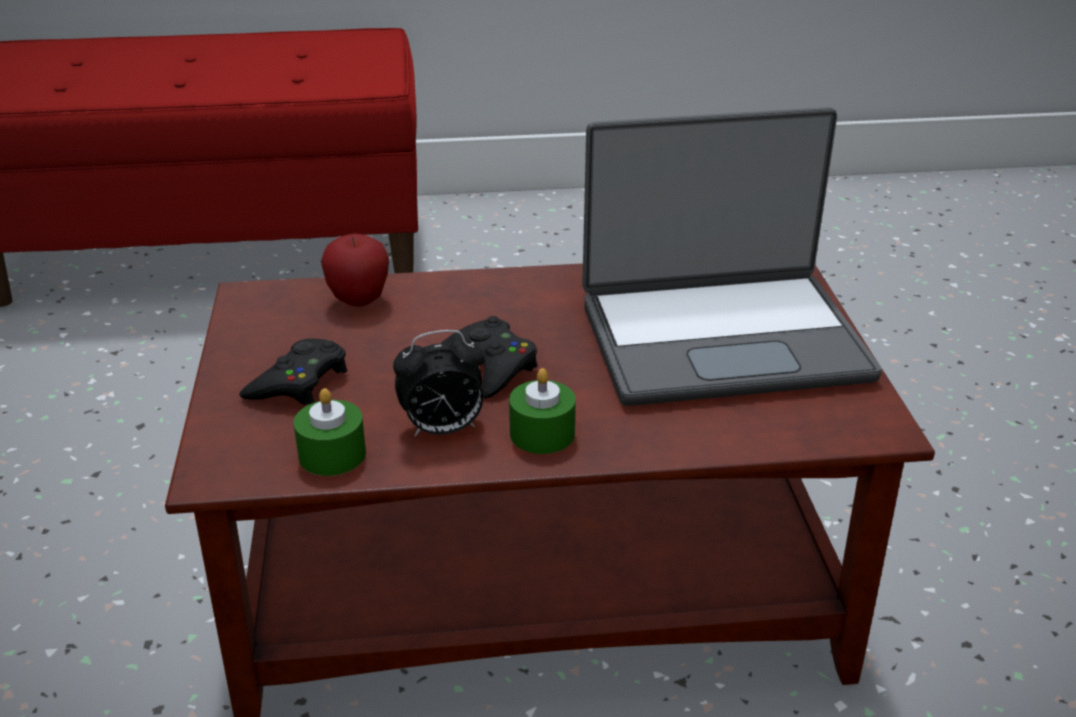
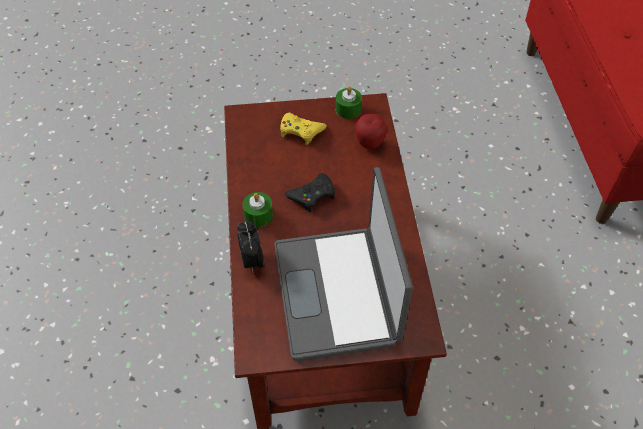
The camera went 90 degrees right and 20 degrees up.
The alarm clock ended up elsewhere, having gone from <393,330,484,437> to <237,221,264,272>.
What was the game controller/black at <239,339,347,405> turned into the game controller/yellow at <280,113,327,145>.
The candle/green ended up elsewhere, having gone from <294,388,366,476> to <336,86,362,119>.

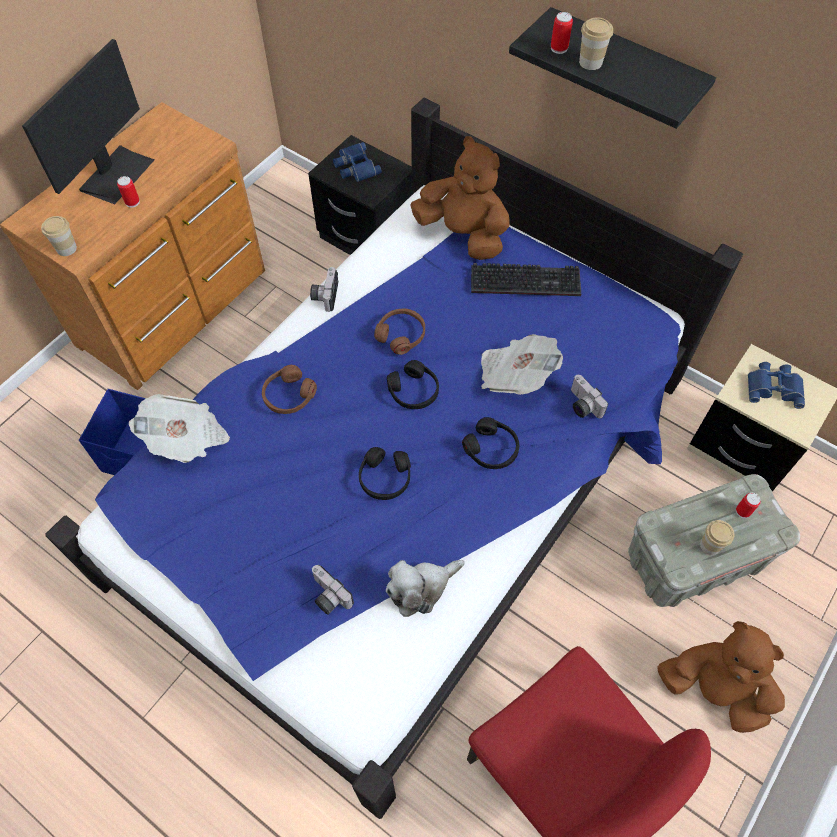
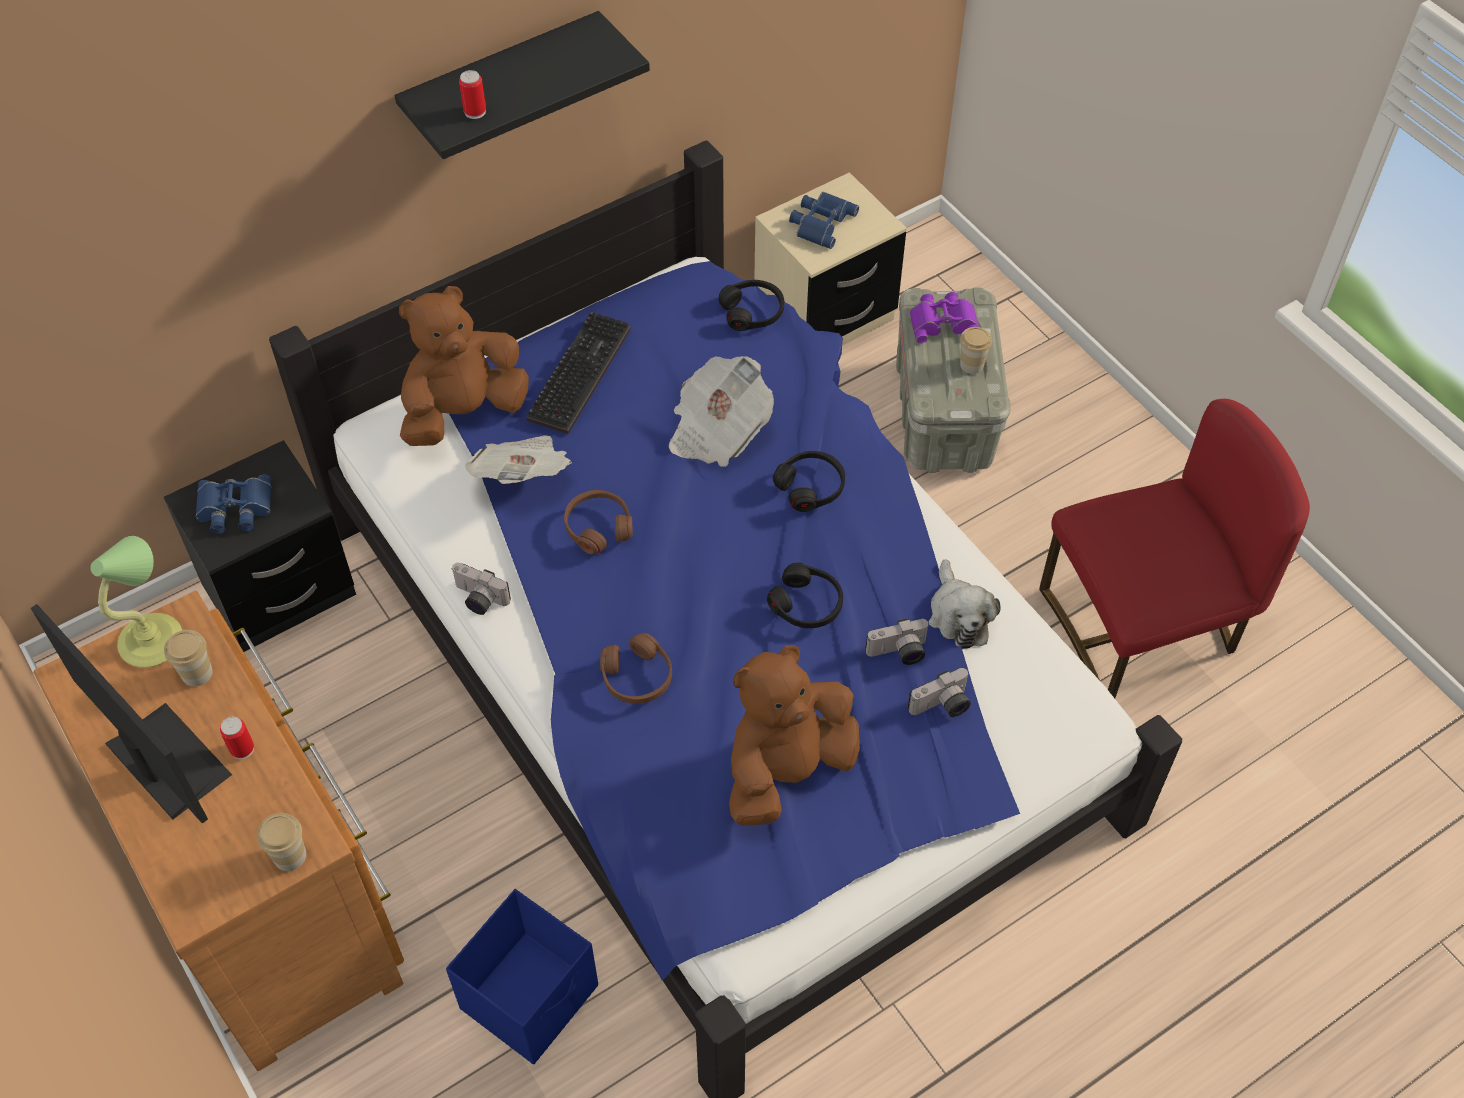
The camera went 70 degrees left and 5 degrees down.
The cup ended up elsewhere, having gone from <579,17,613,70> to <164,630,213,686>.
The headphones/black ended up elsewhere, having gone from <387,360,439,409> to <719,280,784,331>.
The photo camera ended up elsewhere, having gone from <571,375,608,418> to <866,618,930,665>.
The newspaper ended up elsewhere, having gone from <129,394,230,463> to <465,435,572,484>.
Where the can stood at <736,493,761,518>, the binoculars/purple came to stand at <909,292,979,343>.
The plush toy/brown ended up elsewhere, having gone from <657,621,785,733> to <729,645,860,826>.
The second view gained the table lamp at <91,536,182,668>.

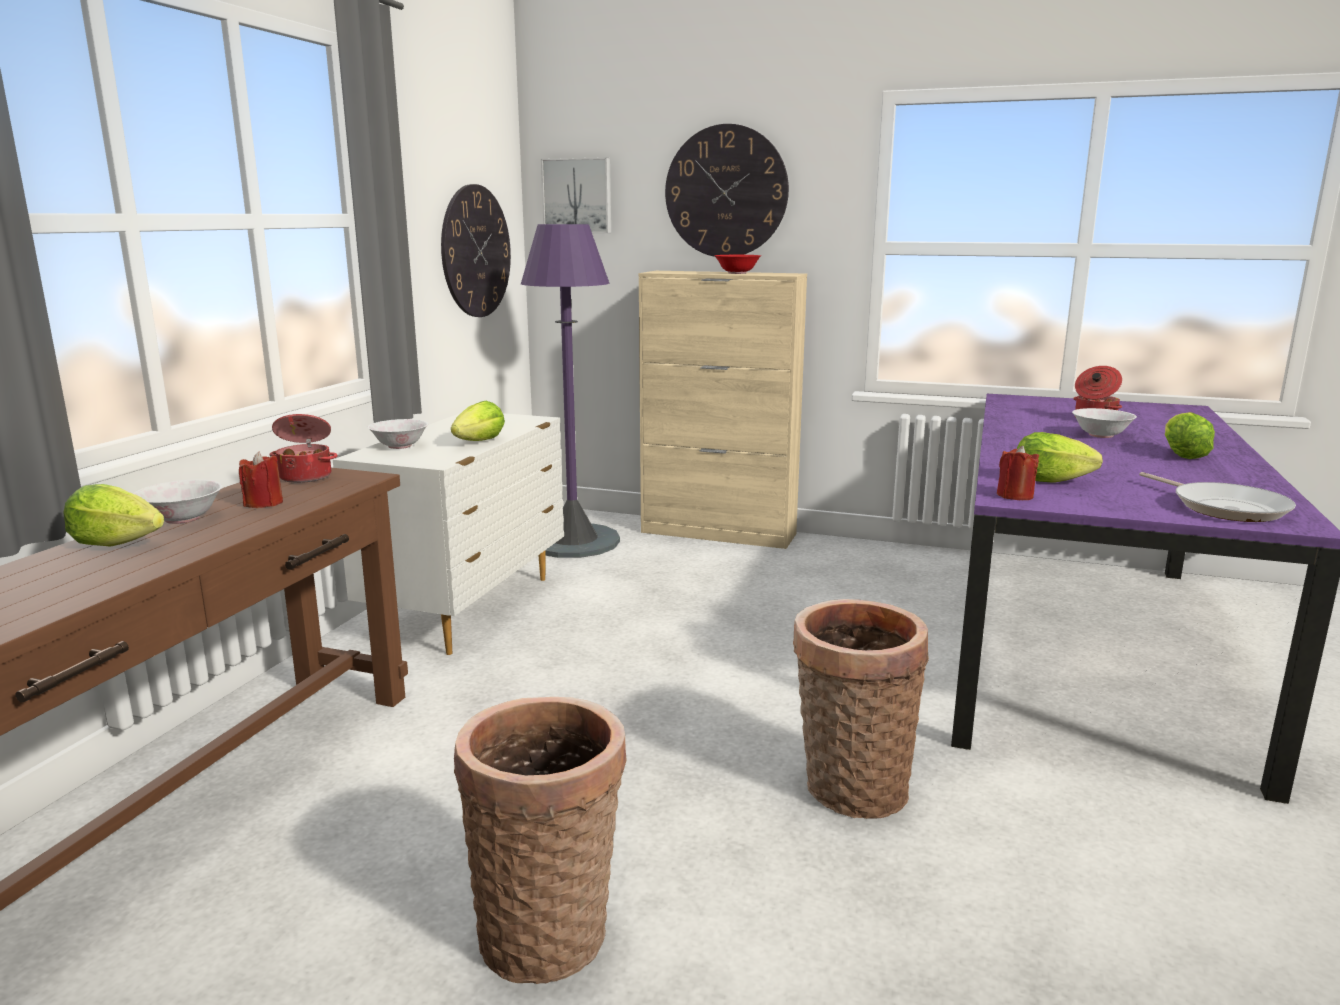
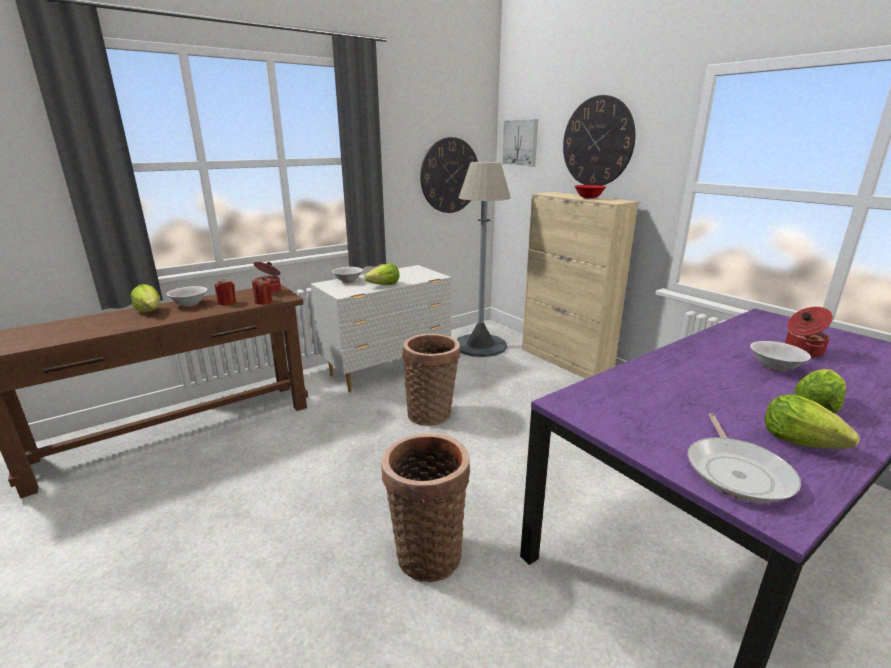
The camera went 35 degrees right and 5 degrees up.
What was the floor lamp/purple at <521,224,620,558> turned into the floor lamp/grey at <457,162,511,357>.
The lettuce ended up elsewhere, having gone from <1017,432,1103,483> to <764,394,860,449>.
The candle/red ended up elsewhere, having gone from <997,446,1039,500> to <252,278,273,304>.
The basket ended up elsewhere, having gone from <454,697,627,984> to <402,334,460,426>.

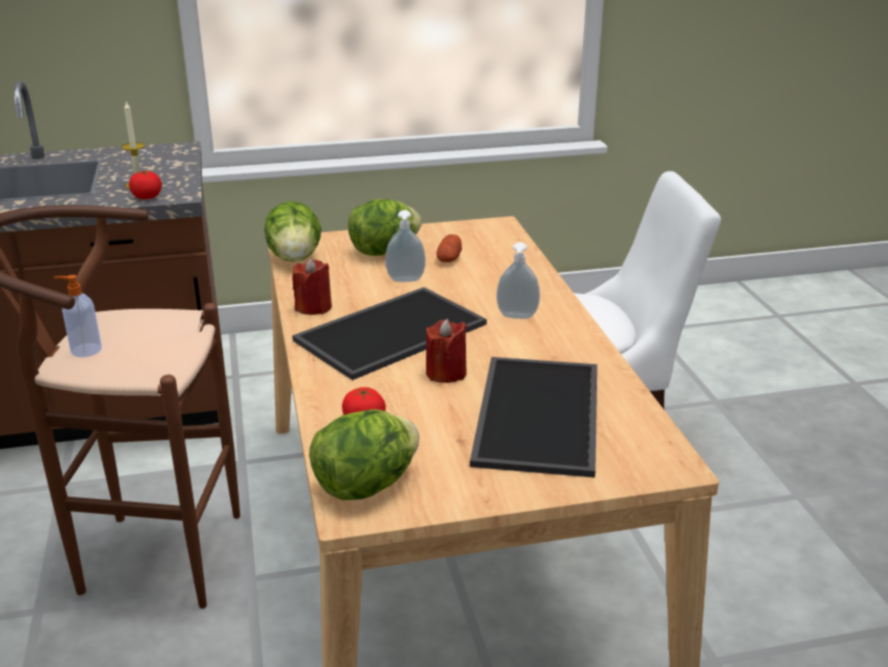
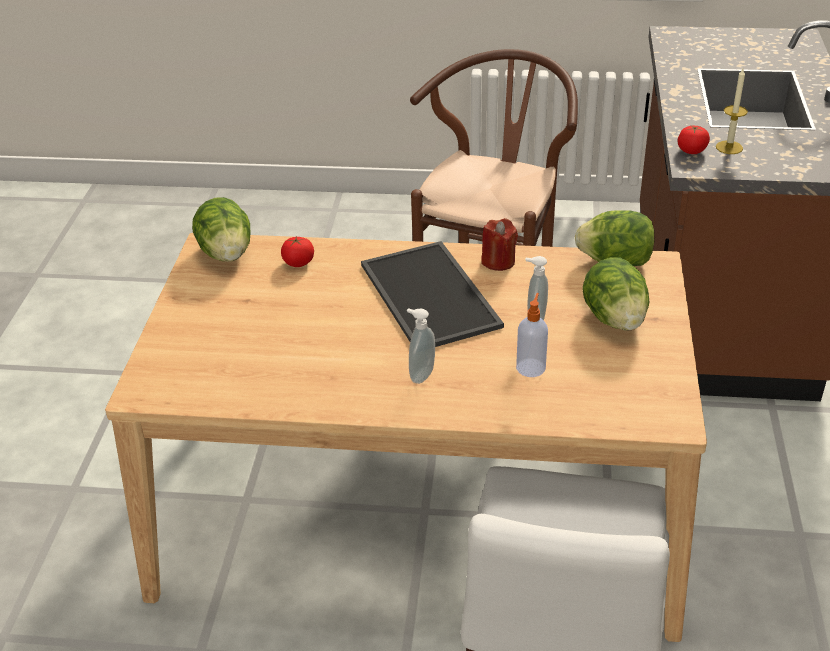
The camera went 110 degrees right and 10 degrees up.
The second view lost the potato at <437,234,462,262>.
The soap dispenser ended up elsewhere, having gone from <53,275,102,357> to <516,293,548,377>.
The second view lost the candle/red at <426,319,467,383>.
The second view lost the tray at <470,357,597,478>.

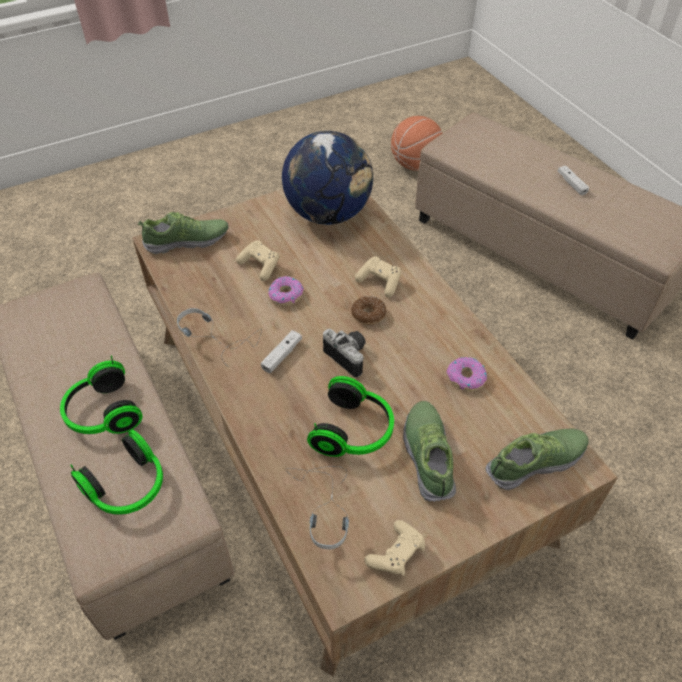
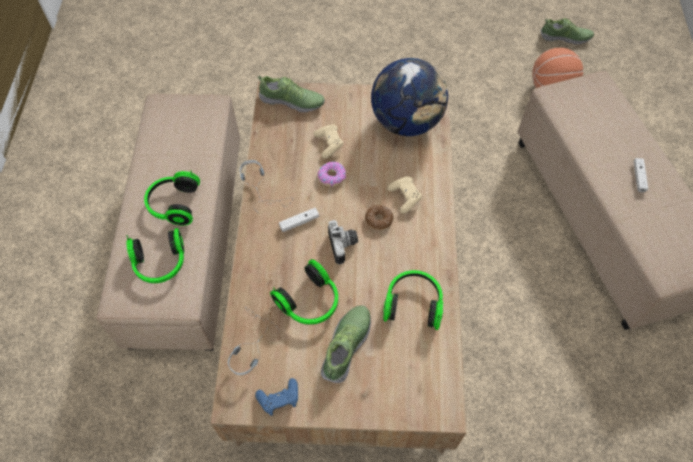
The camera went 30 degrees right and 10 degrees up.
Where the donut stood at <446,357,487,391>, the headphones came to stand at <383,270,443,330>.
The shoe ended up elsewhere, having gone from <485,429,589,490> to <540,18,594,45>.
What was the game controller/beige at <364,520,425,576> turned into the game controller/blue at <255,378,298,416>.

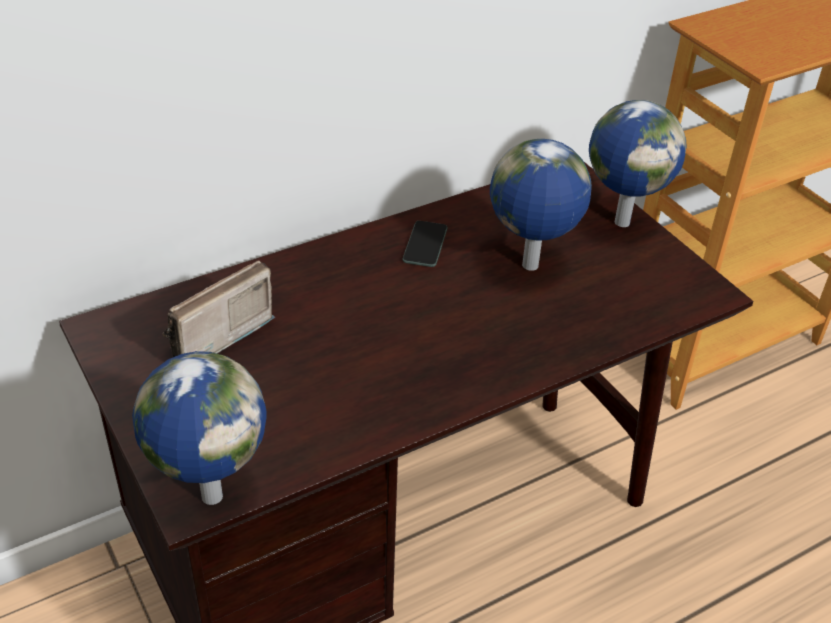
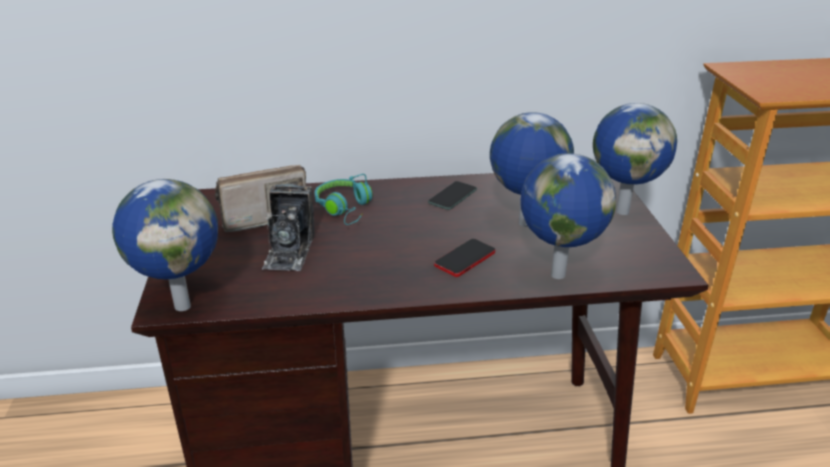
The camera went 25 degrees right and 10 degrees down.
The second view gained the globe at <520,153,616,279>.
The second view gained the headphones/turquoise at <315,174,372,225>.
The second view gained the photo camera at <262,184,315,271>.
The second view gained the phone at <434,239,495,277>.

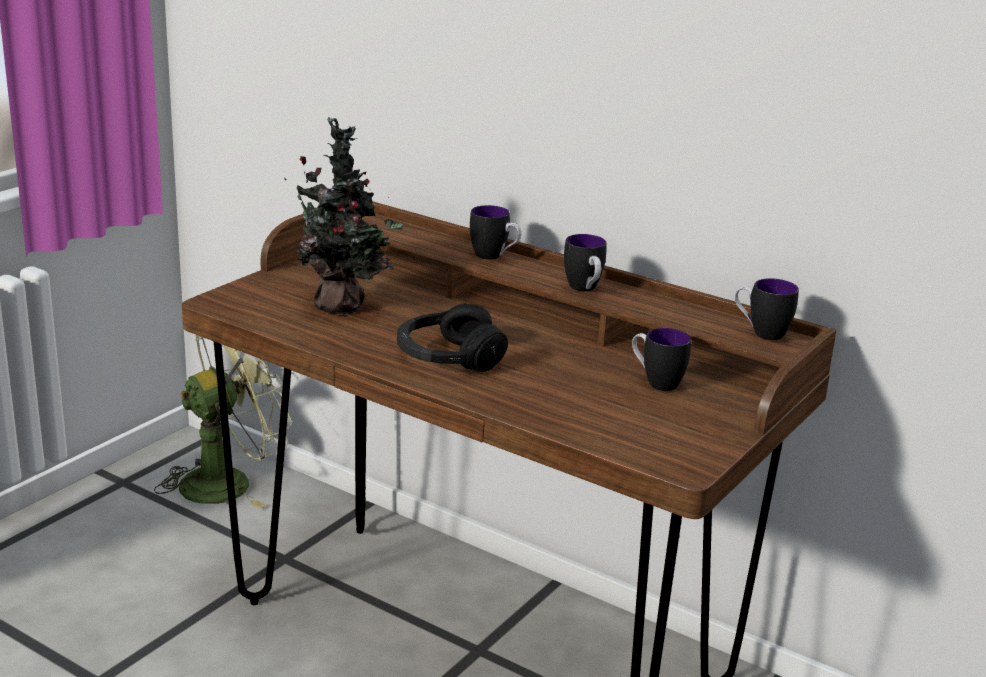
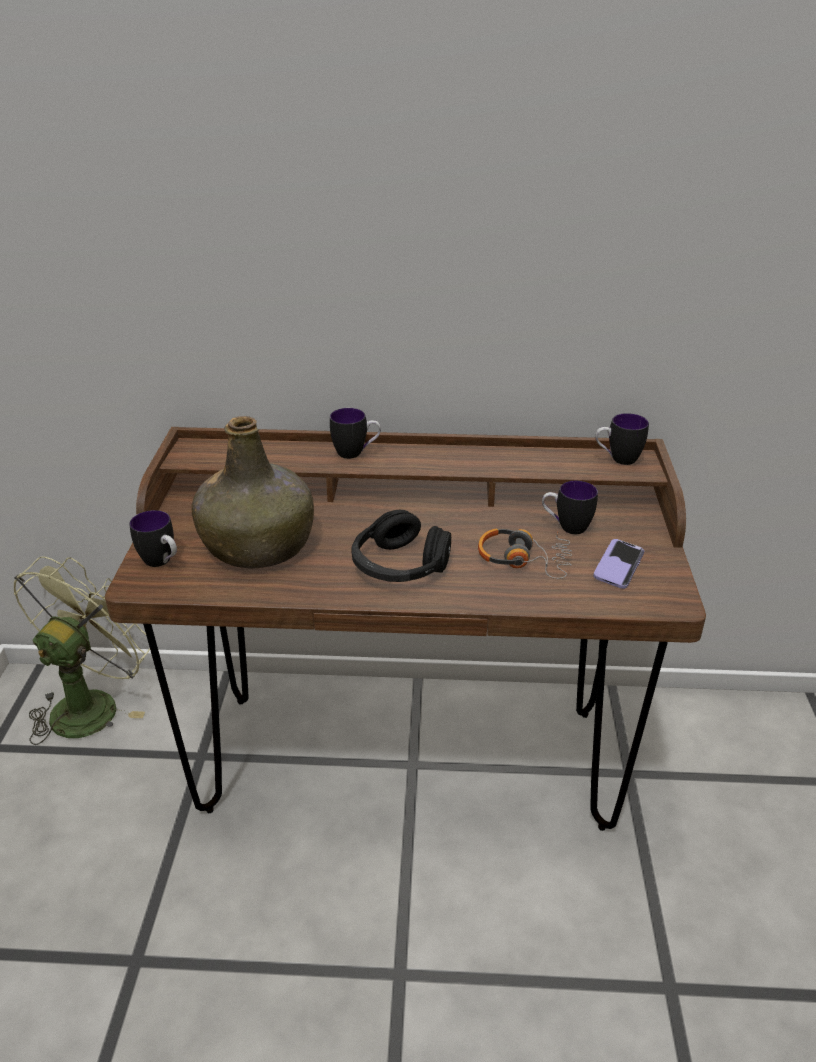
The camera went 30 degrees left and 10 degrees up.
Where the potted plant stood at <284,117,403,314>, the bottle/green came to stand at <191,416,314,569>.
The mug ended up elsewhere, having gone from <564,234,607,291> to <129,510,177,567>.
The second view gained the headphones at <478,529,572,579>.
The second view gained the phone at <593,539,644,589>.

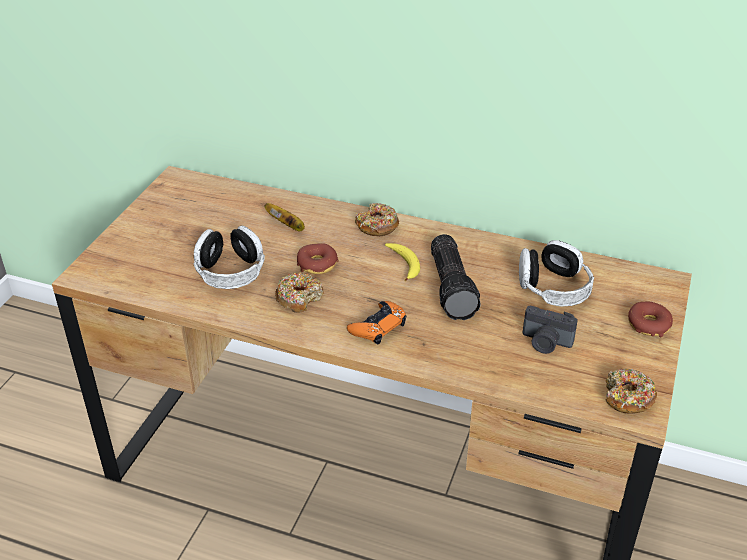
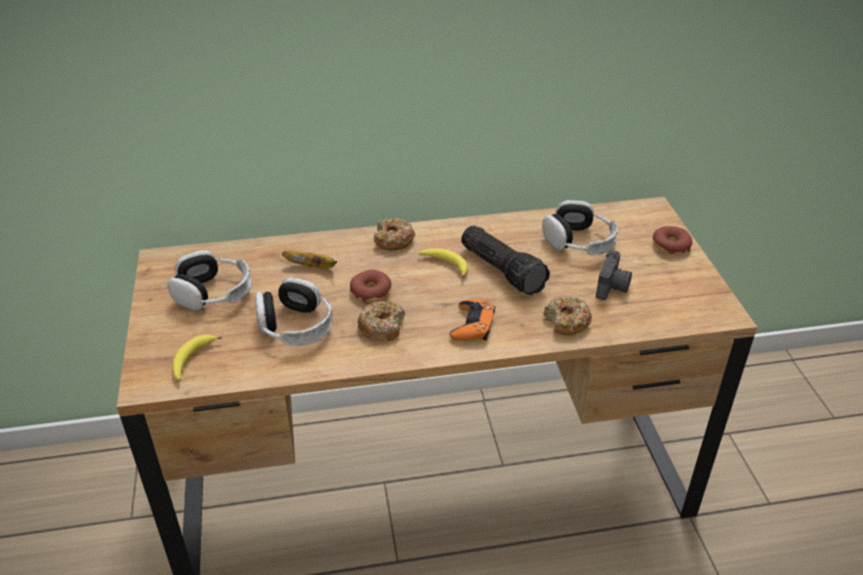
The camera went 30 degrees left and 0 degrees up.
The photo camera at <523,305,578,354> ended up facing another way, 60 degrees counterclockwise from before.
The donut ended up elsewhere, having gone from <606,368,657,414> to <544,296,592,335>.
The second view gained the headphones at <167,250,252,311>.
The second view gained the banana at <172,335,222,380>.

